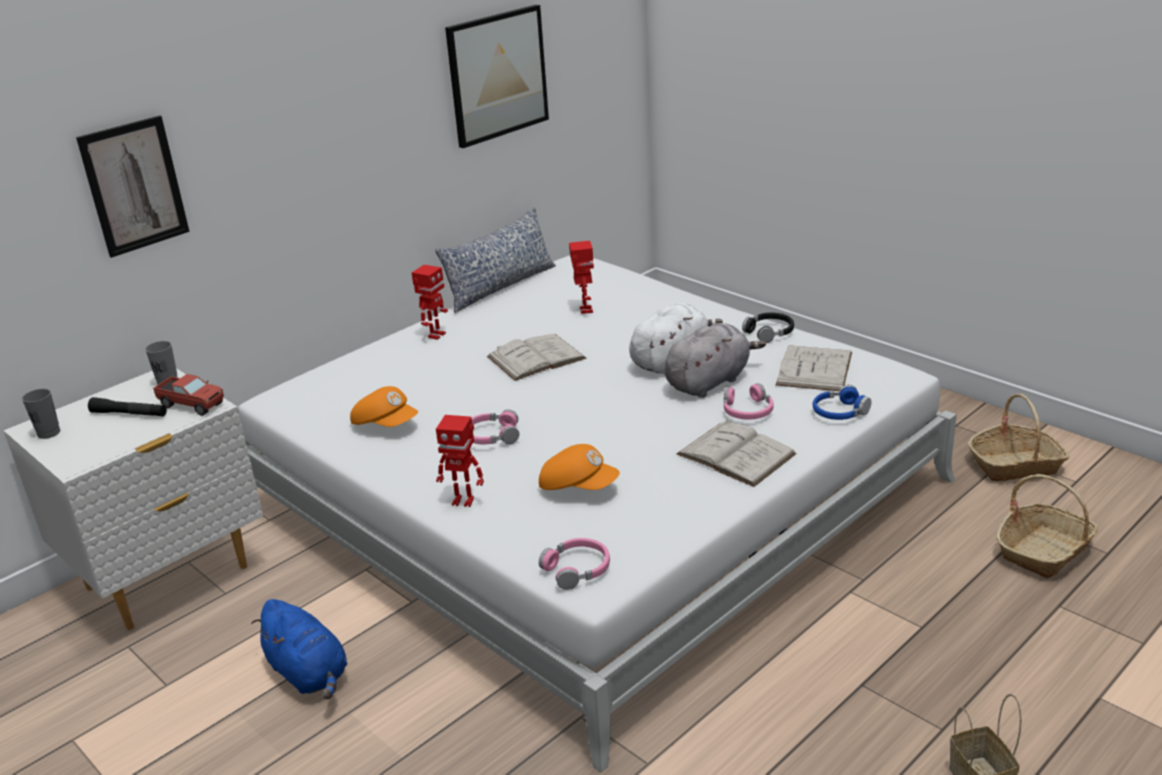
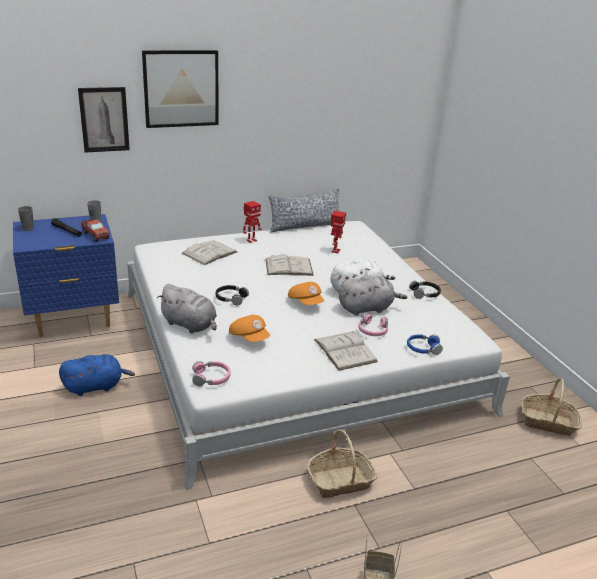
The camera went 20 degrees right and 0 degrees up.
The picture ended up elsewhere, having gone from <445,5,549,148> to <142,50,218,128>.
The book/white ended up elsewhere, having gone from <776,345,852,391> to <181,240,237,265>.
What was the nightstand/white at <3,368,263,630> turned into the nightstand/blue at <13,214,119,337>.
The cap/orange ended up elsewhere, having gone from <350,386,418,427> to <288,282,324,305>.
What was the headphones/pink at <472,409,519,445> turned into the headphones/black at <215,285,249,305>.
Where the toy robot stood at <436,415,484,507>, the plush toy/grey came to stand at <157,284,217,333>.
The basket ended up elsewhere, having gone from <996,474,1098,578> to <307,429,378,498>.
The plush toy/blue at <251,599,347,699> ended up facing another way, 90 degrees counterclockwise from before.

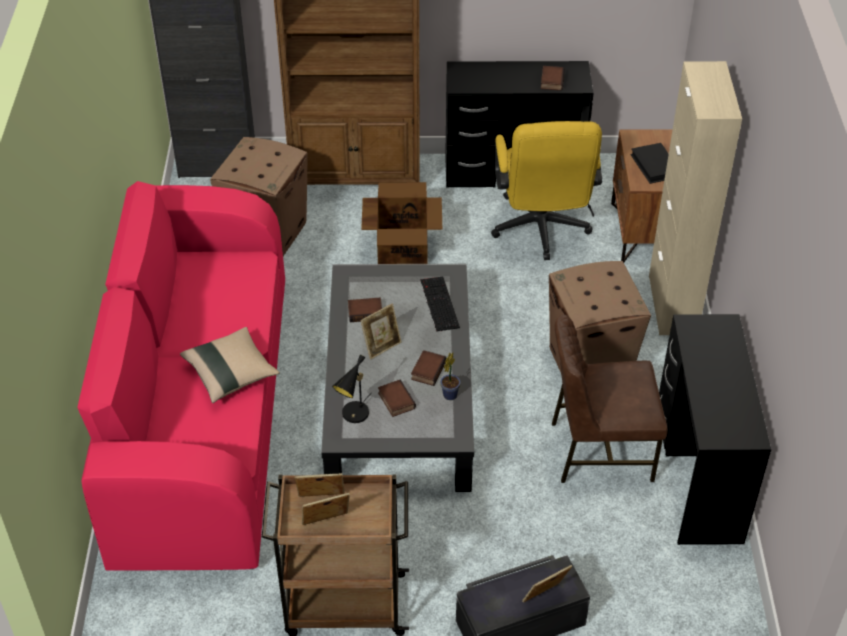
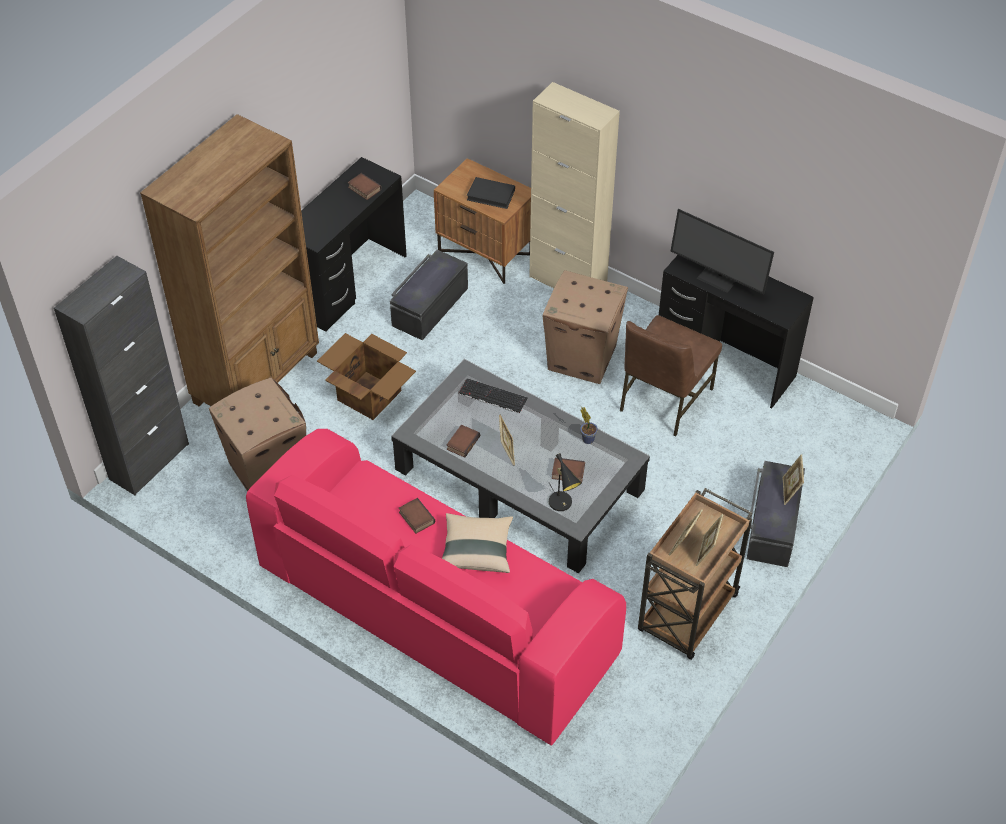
The camera went 55 degrees left and 5 degrees up.
Where the office chair/yellow stood at <491,121,602,260>, the storage box/black came to stand at <390,250,468,340>.
The book ended up elsewhere, having gone from <411,350,447,386> to <399,498,435,534>.
The second view gained the monitor at <671,209,774,295>.

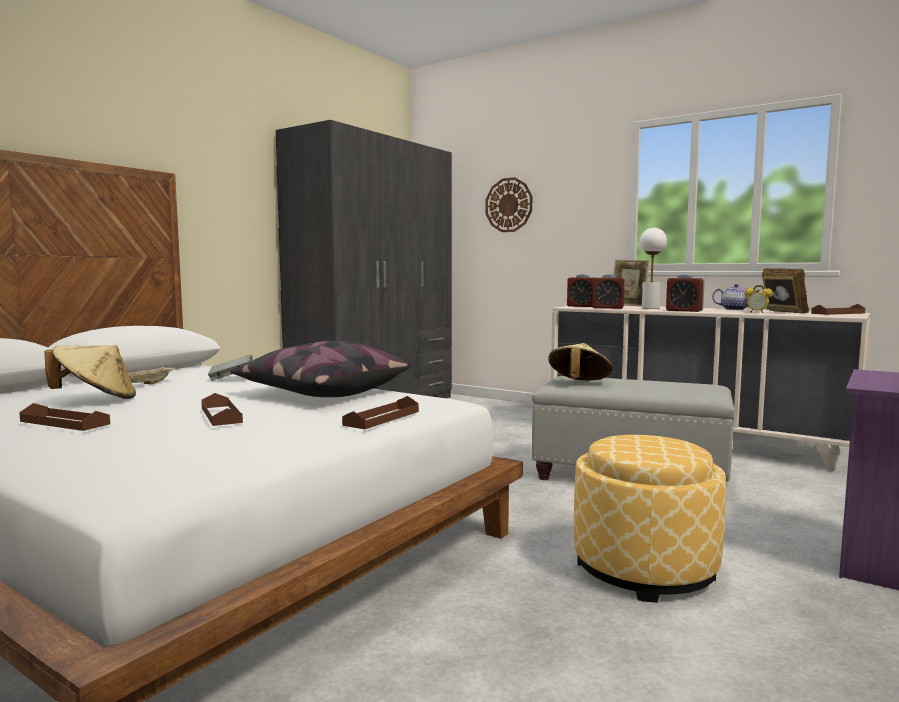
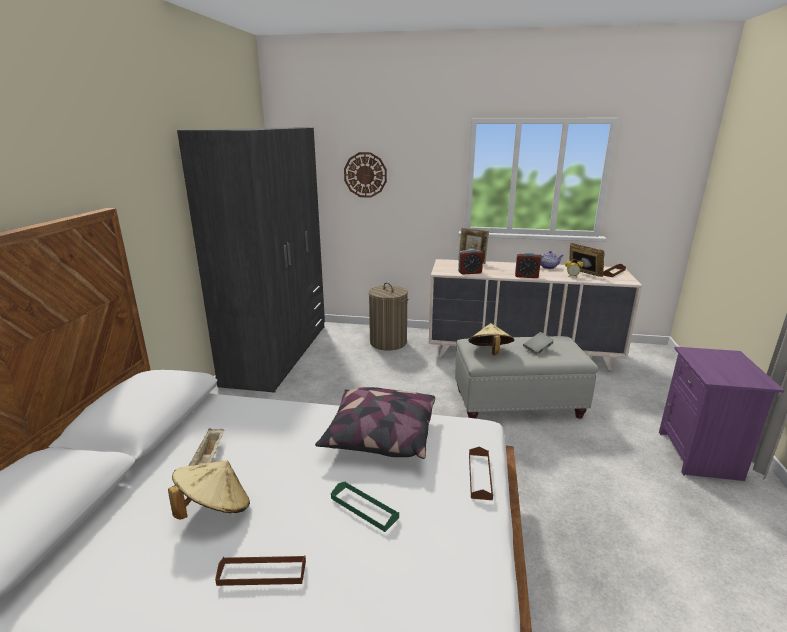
The camera went 25 degrees left and 15 degrees up.
The second view lost the table lamp/white at <640,228,667,309>.
The second view lost the alarm clock at <567,274,597,307>.
The book/grey ended up elsewhere, having gone from <208,354,254,381> to <523,332,554,355>.
What was the tray/brown at <201,393,243,426> turned into the tray/green at <331,481,399,532>.
The second view lost the ottoman at <574,435,726,603>.
The second view gained the laundry basket at <369,282,408,351>.

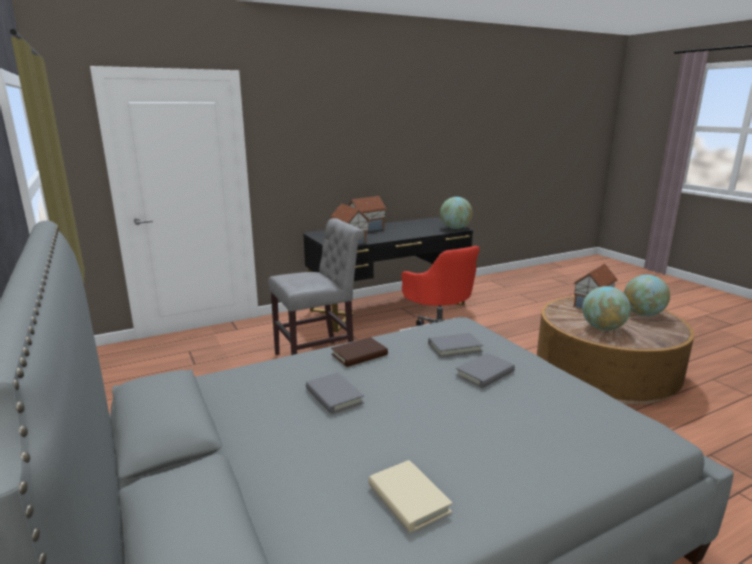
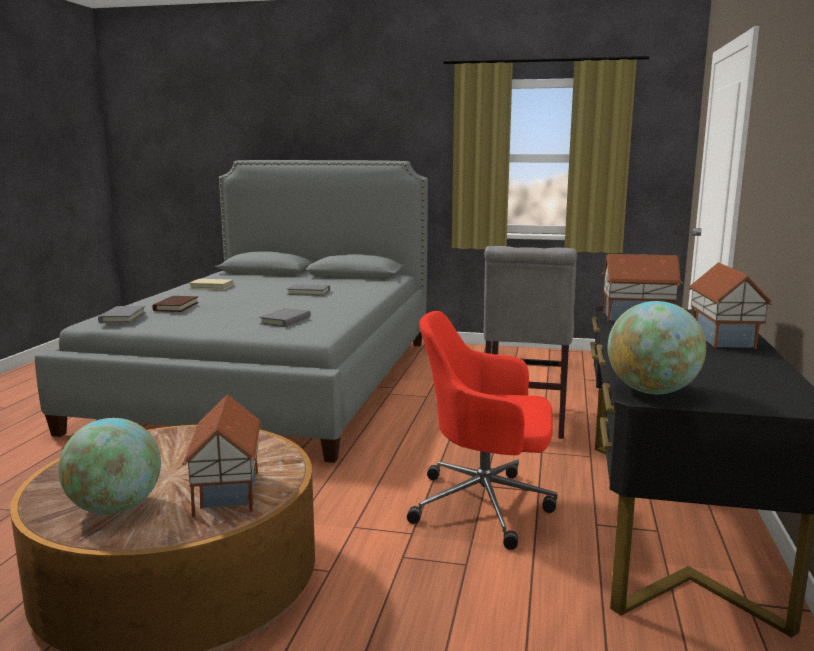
The camera went 130 degrees right and 5 degrees down.
The second view lost the globe at <582,286,631,330>.
The book/brown ended up elsewhere, having gone from <331,337,388,367> to <152,296,199,312>.
The book/grey ended up elsewhere, having gone from <455,353,515,388> to <98,306,146,323>.

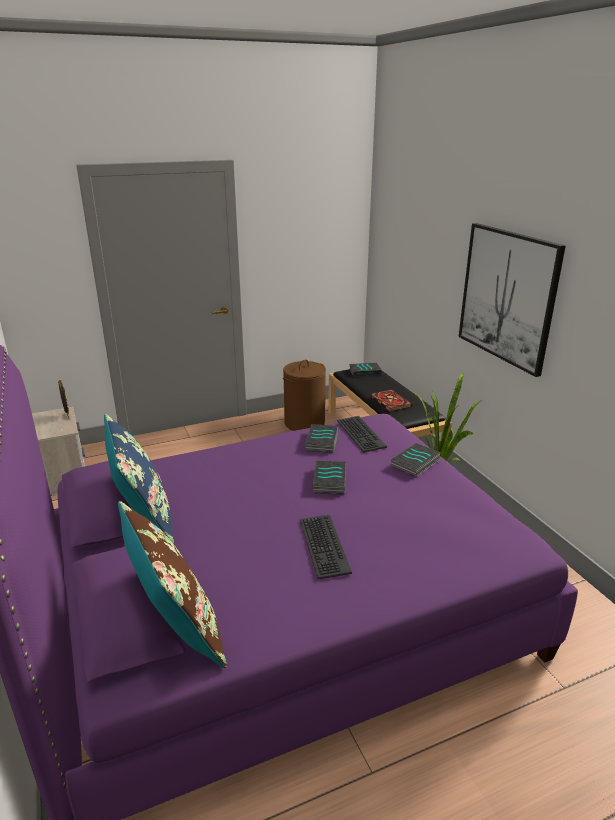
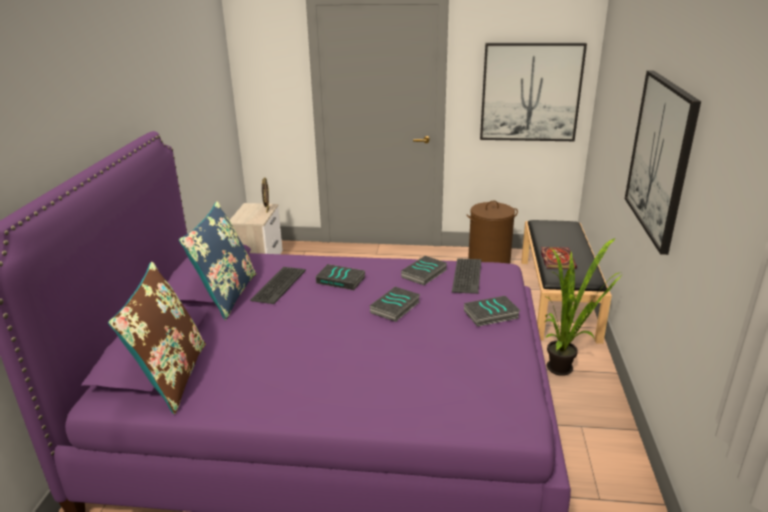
The camera went 30 degrees right and 0 degrees up.
The book ended up elsewhere, having gone from <349,362,382,377> to <316,264,365,290>.
The keyboard ended up elsewhere, having gone from <300,515,352,579> to <250,267,306,304>.
The second view gained the picture at <480,43,587,141>.

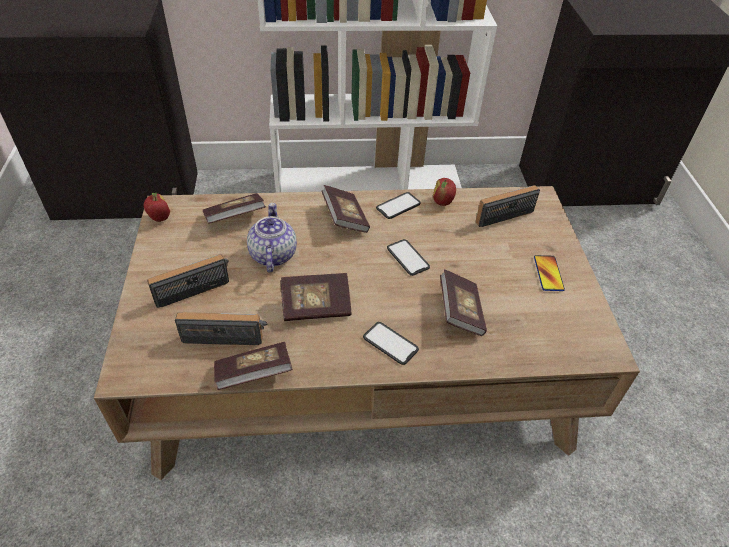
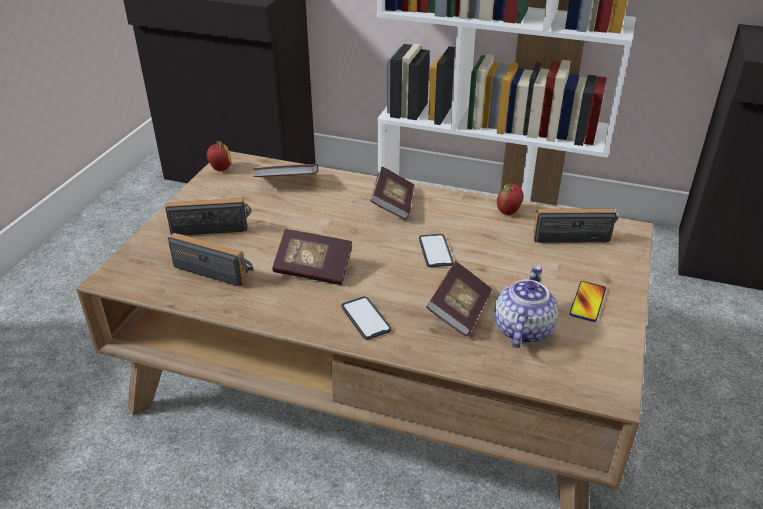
The camera went 25 degrees right and 10 degrees down.
The second view lost the phone at <376,192,421,219>.
The teapot ended up elsewhere, having gone from <247,203,297,272> to <494,265,558,348>.
The second view lost the book at <214,342,293,390>.

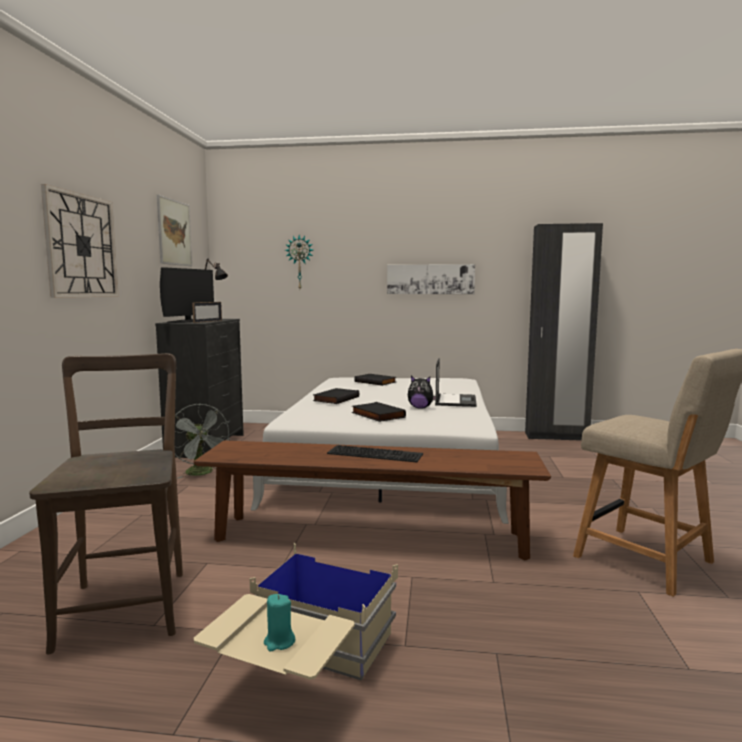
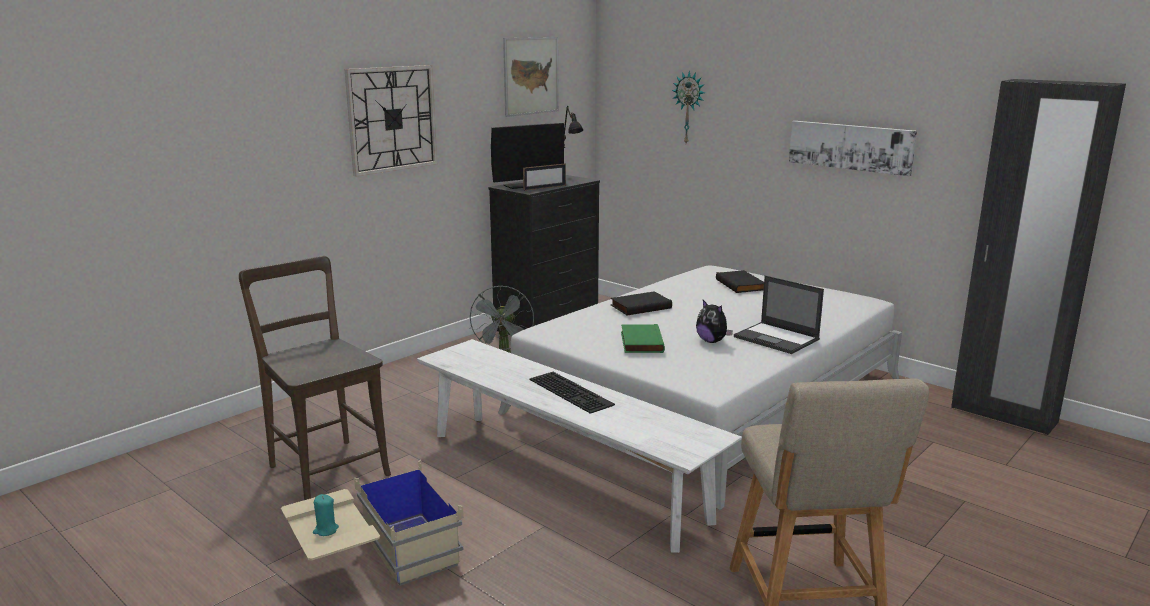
The camera went 35 degrees right and 10 degrees up.
The chair/brown at <29,353,183,655> ended up facing another way, 60 degrees counterclockwise from before.
The laptop at <435,358,477,407> ended up facing another way, 90 degrees clockwise from before.
What was the book/black at <352,402,406,422> turned into the book/green at <621,324,665,353>.
What was the bench/brown at <193,441,551,561> turned into the bench/white at <417,339,742,553>.

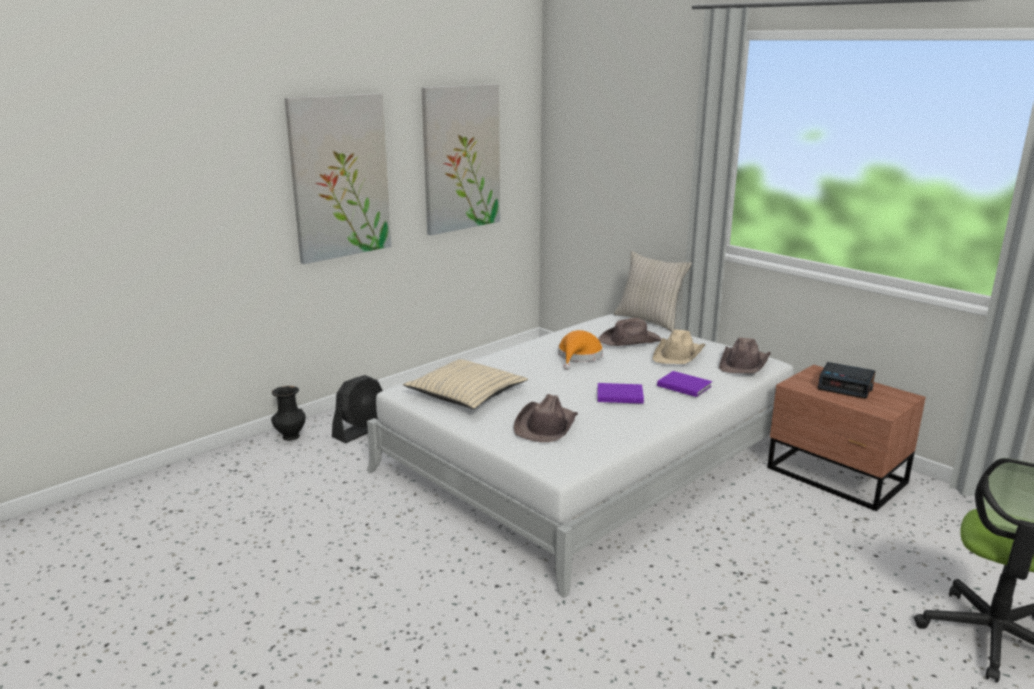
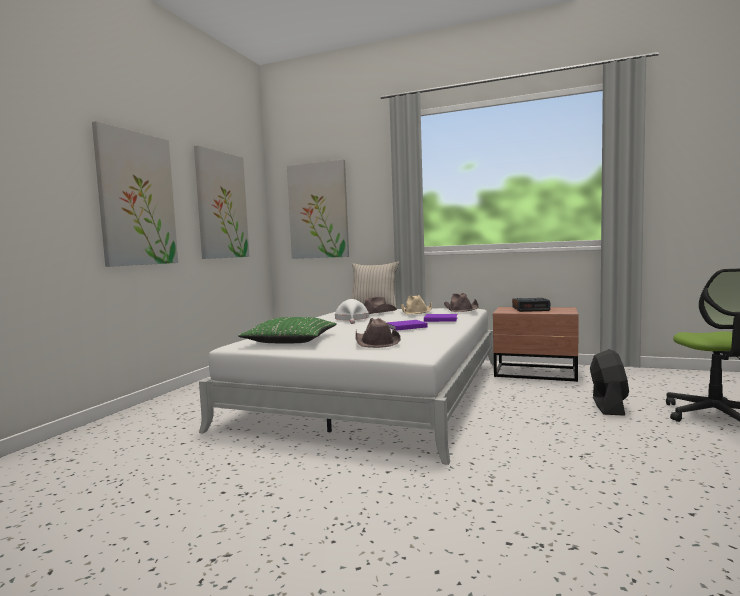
The camera went 25 degrees left and 15 degrees down.
What was the hat/orange at <558,330,603,370> turned into the hat/white at <335,299,369,324>.
What was the pillow/beige at <403,359,528,409> turned into the pillow/green at <238,317,337,343>.
The fan/black ended up elsewhere, having gone from <332,375,383,443> to <590,349,629,416>.
The second view lost the vase/black at <271,386,306,441>.
The second view gained the picture at <287,159,349,259>.

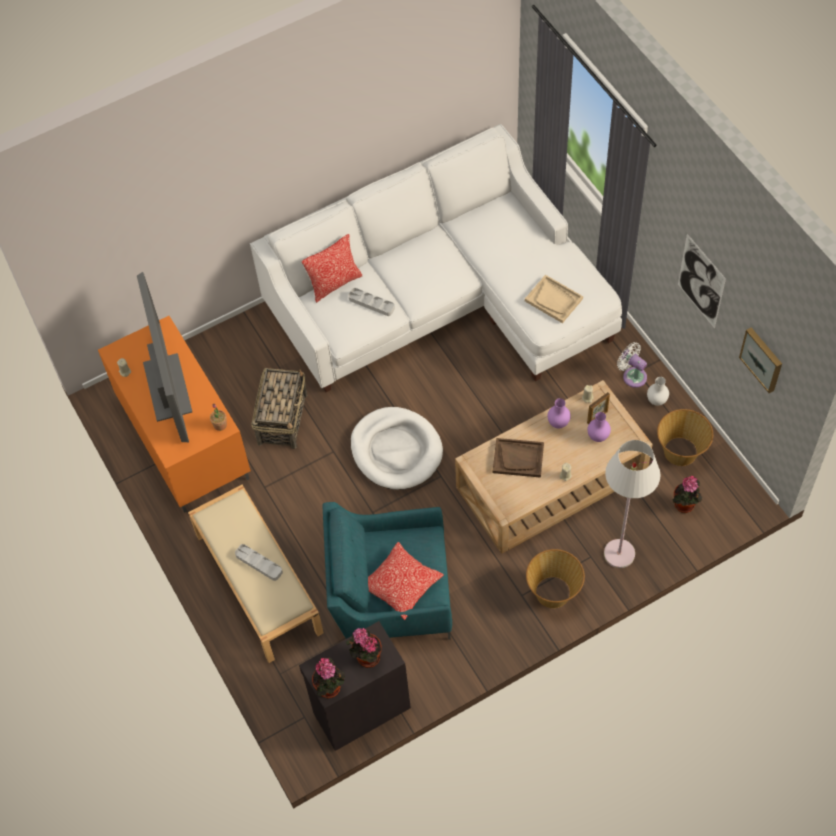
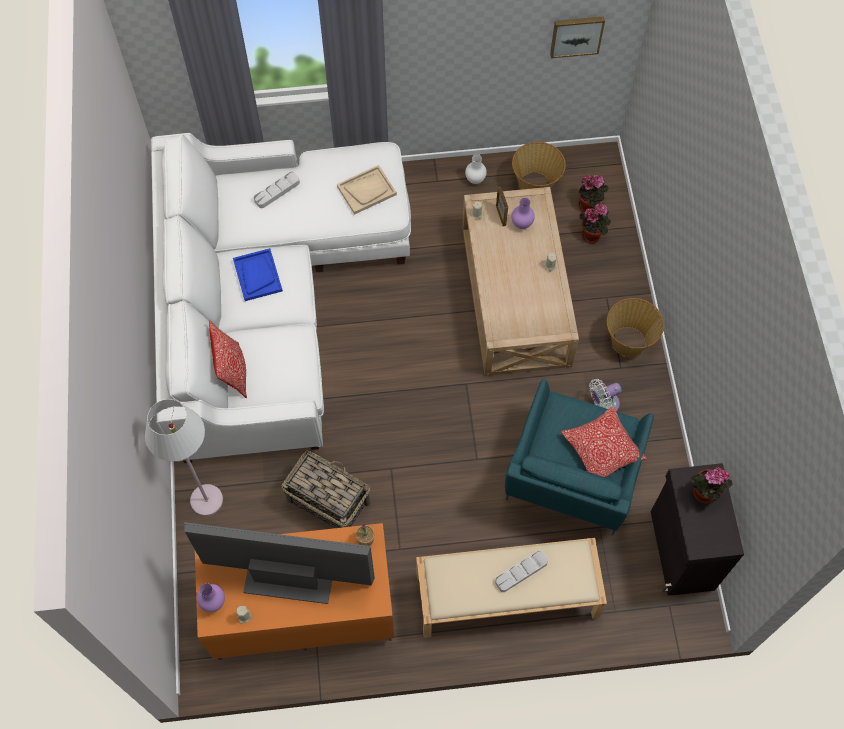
The camera went 70 degrees left and 5 degrees up.
The second view lost the picture at <678,234,726,328>.
The tray/grey ended up elsewhere, having gone from <348,288,395,316> to <254,172,300,208>.
The fan/white ended up elsewhere, having gone from <617,342,647,388> to <589,379,622,412>.
The vase/purple ended up elsewhere, having gone from <548,398,571,428> to <197,583,225,612>.
The second view lost the dog bed/white at <351,407,443,490>.
The second view lost the tray/brown at <493,438,544,478>.
The floor lamp/white ended up elsewhere, having gone from <604,440,660,568> to <145,399,223,516>.
The potted plant ended up elsewhere, having gone from <312,658,345,698> to <579,203,611,243>.
The second view gained the tray/blue at <233,248,283,301>.

